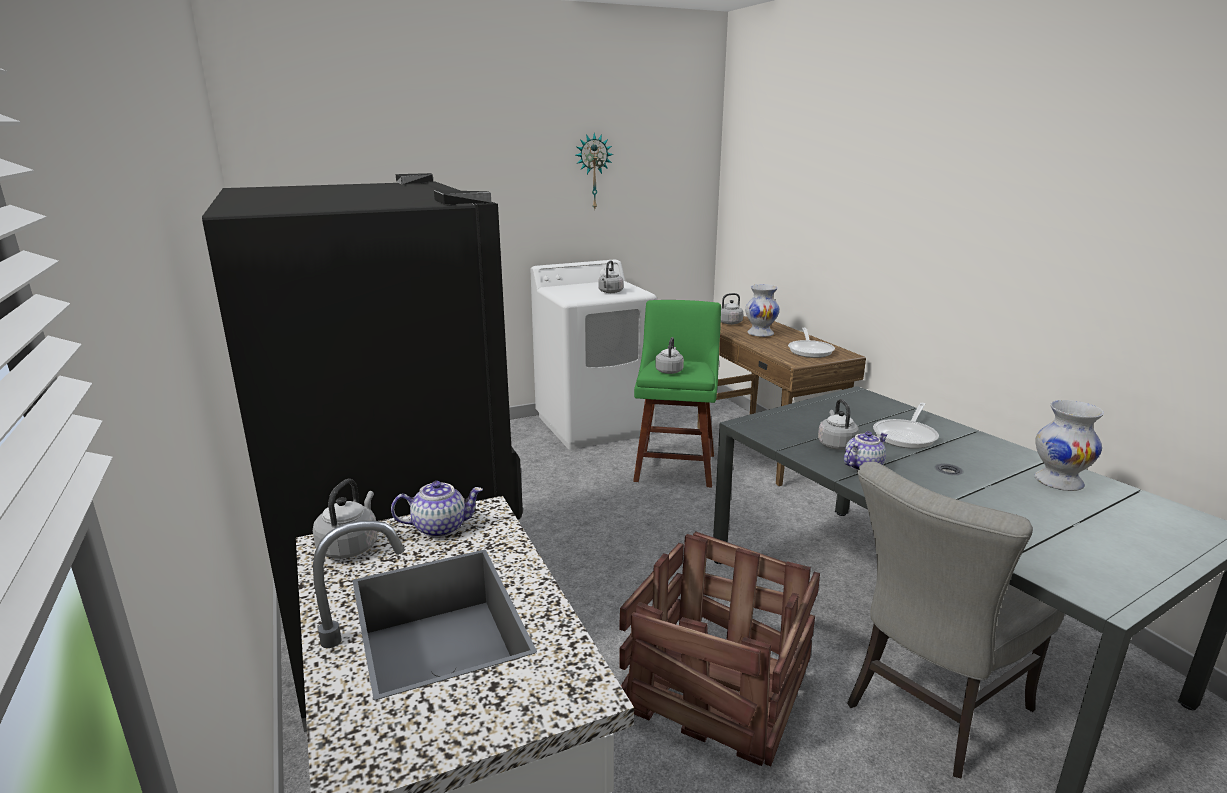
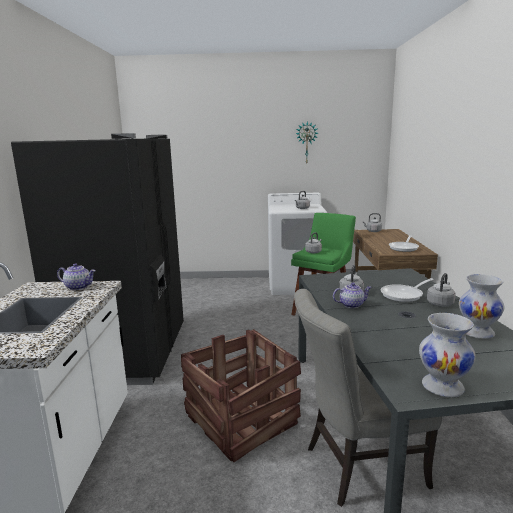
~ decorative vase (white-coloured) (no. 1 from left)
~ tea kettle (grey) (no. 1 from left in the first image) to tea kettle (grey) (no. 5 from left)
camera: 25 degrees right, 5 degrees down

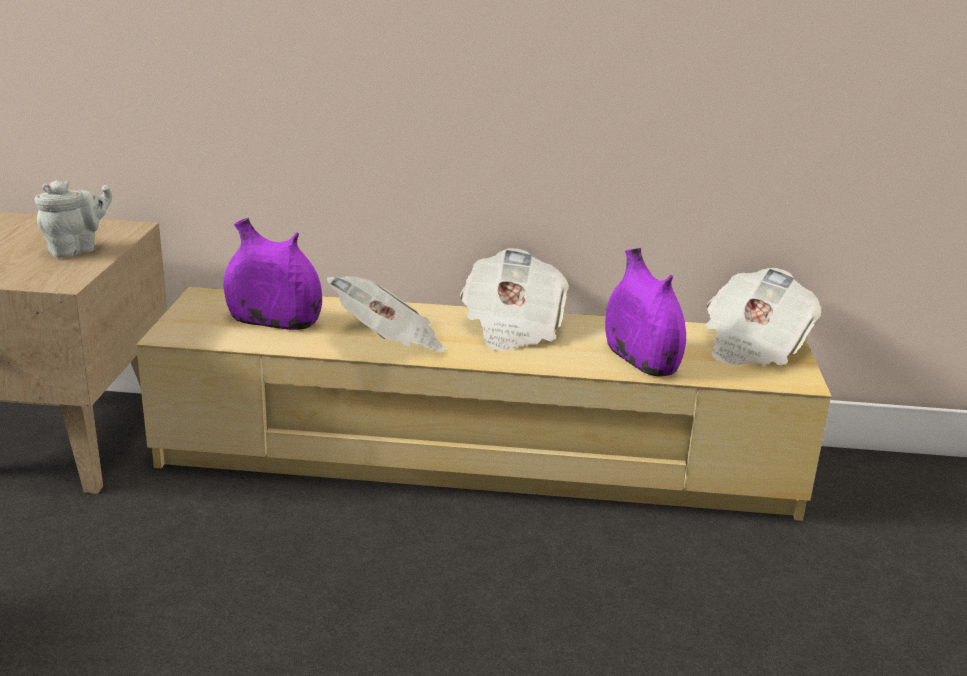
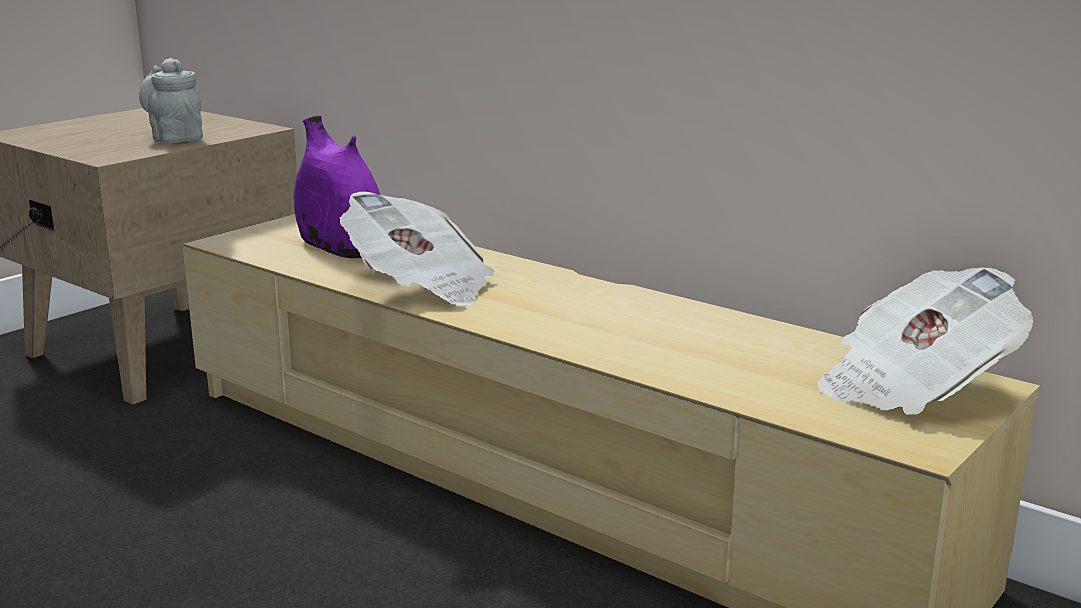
~ tea pot (grey) 120 degrees counterclockwise
- daily paper (no. 2 from left)
- decorative vase (purple) (no. 2 from left)
camera: 35 degrees right, 5 degrees down

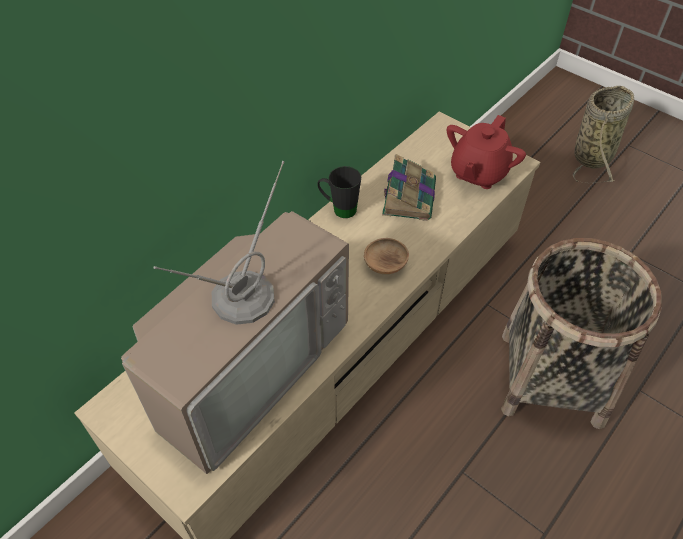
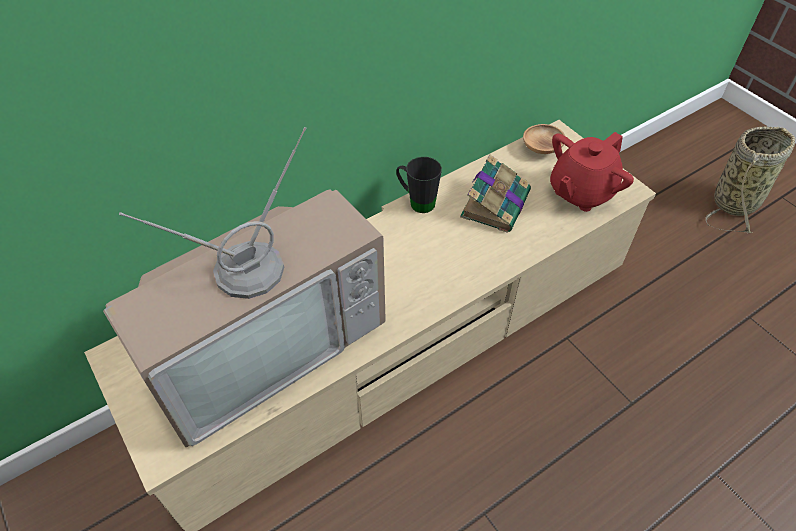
~ bowl (brown)
- basket (no. 1 from left)
camera: 15 degrees right, 0 degrees up

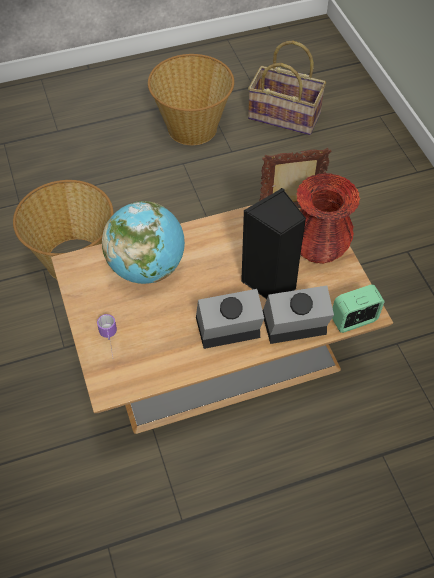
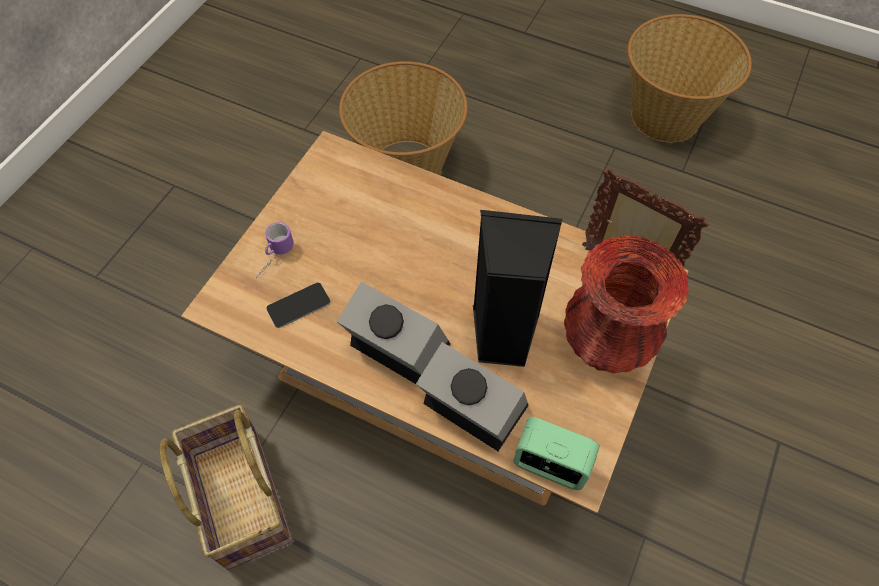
~ basket (no. 3 from left in the first image) to basket (no. 1 from left)
+ handset
- globe
camera: 45 degrees right, 5 degrees up

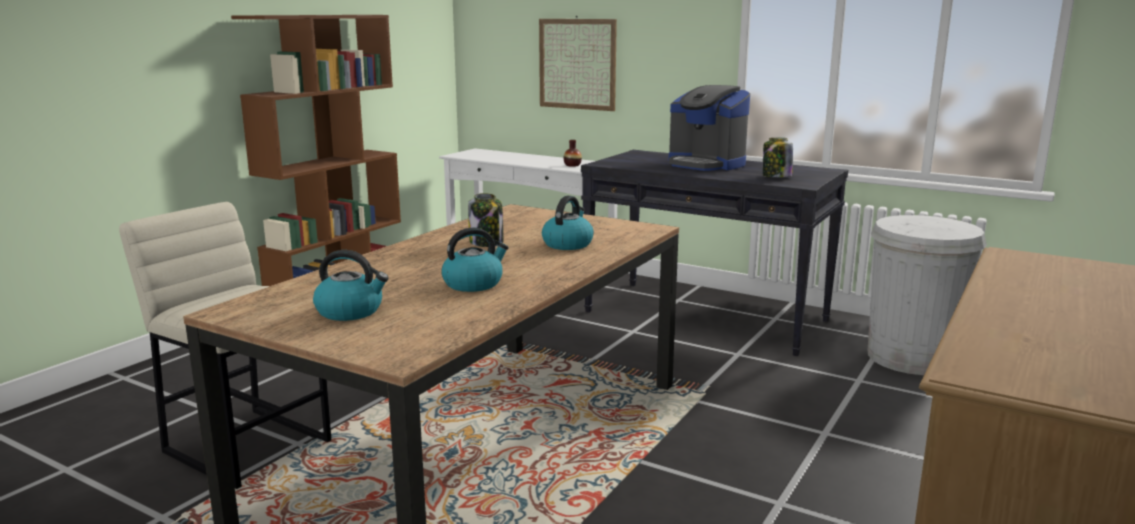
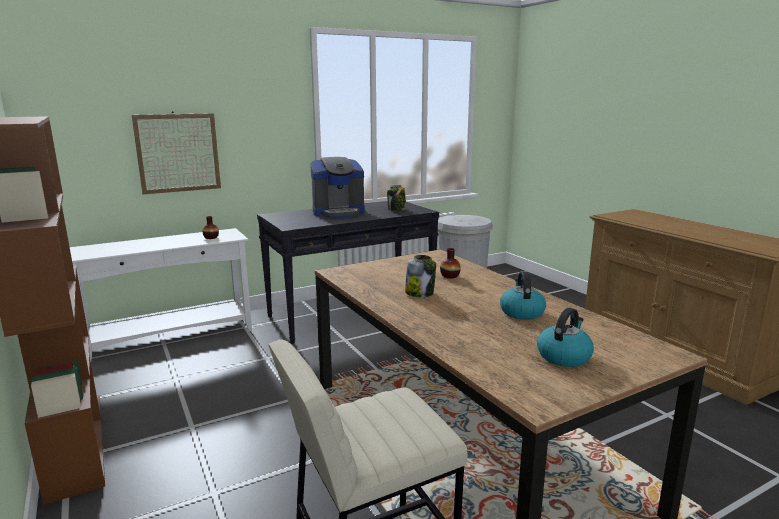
~ tea kettle (no. 3 from left) to decorative vase (no. 2 from left)
camera: 60 degrees left, 0 degrees up

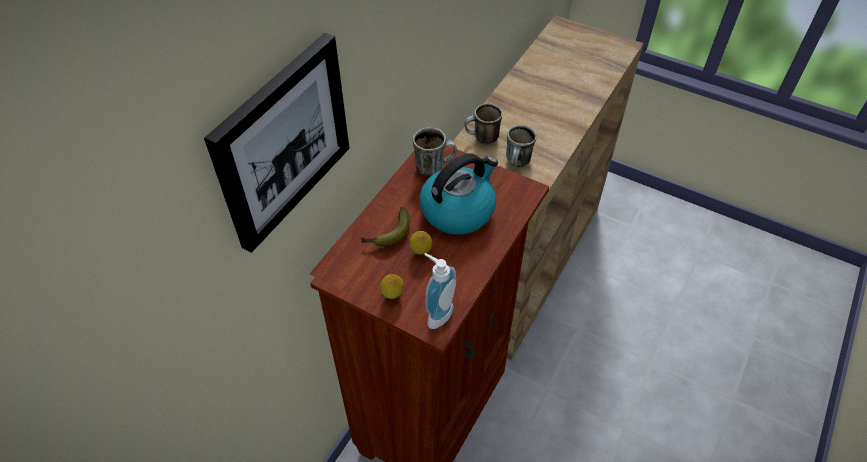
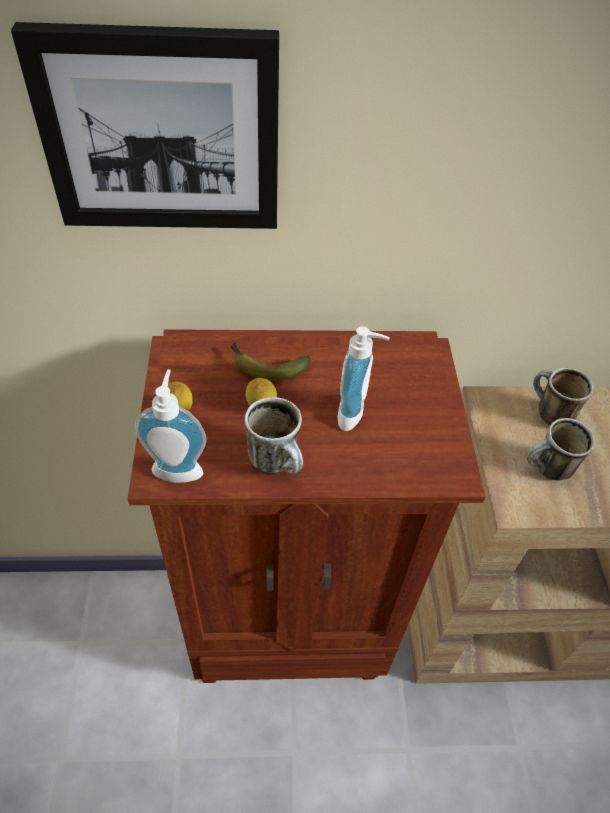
~ coffee mug (no. 1 from left)
~ tea kettle to soap bottle (no. 2 from left)
camera: 55 degrees right, 0 degrees up

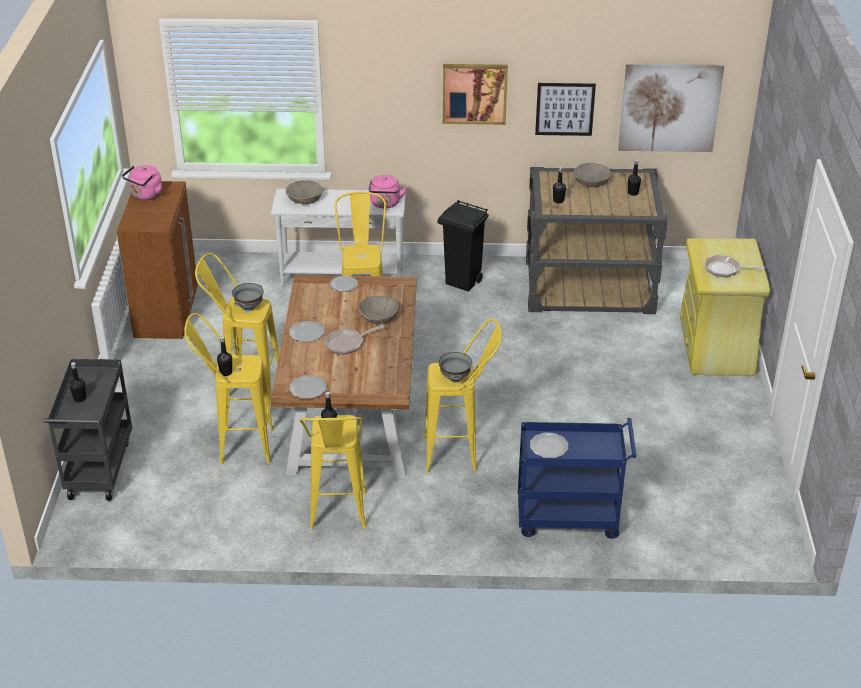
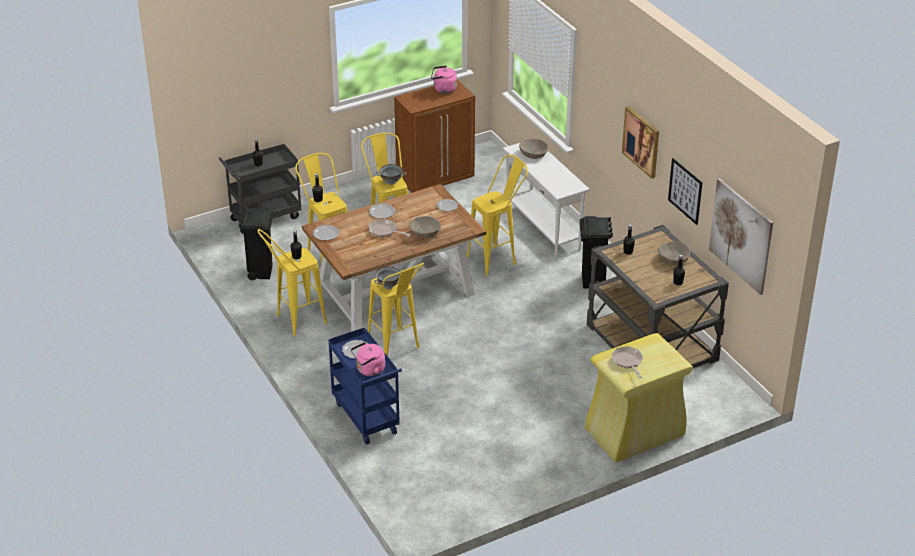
+ trash can (black) (no. 1 from left)
~ tea kettle (pinkish) (no. 2 from left in the first image) to tea kettle (pinkish) (no. 1 from left)
camera: 60 degrees right, 0 degrees up

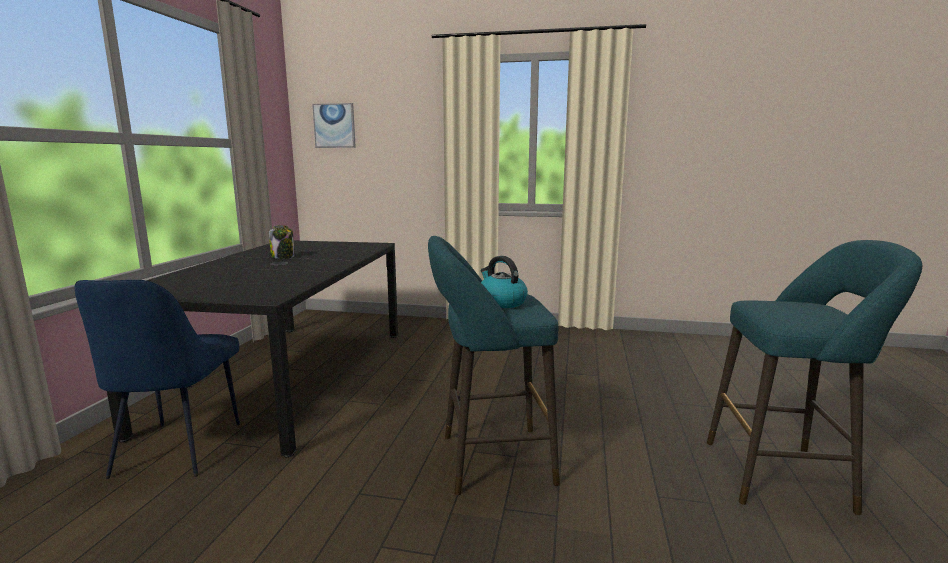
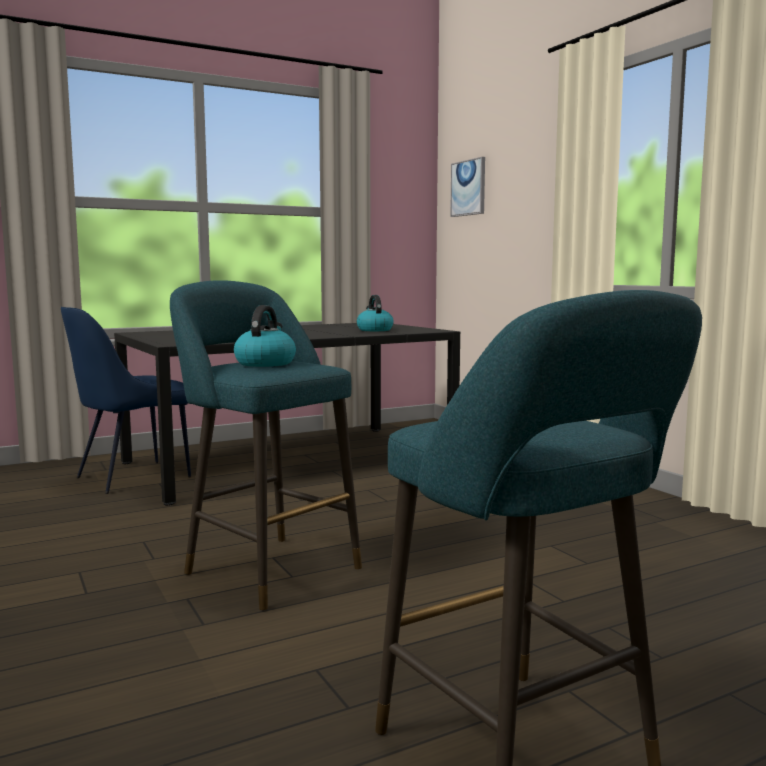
+ tea kettle (no. 2 from left)
- storage jar
camera: 50 degrees right, 5 degrees down

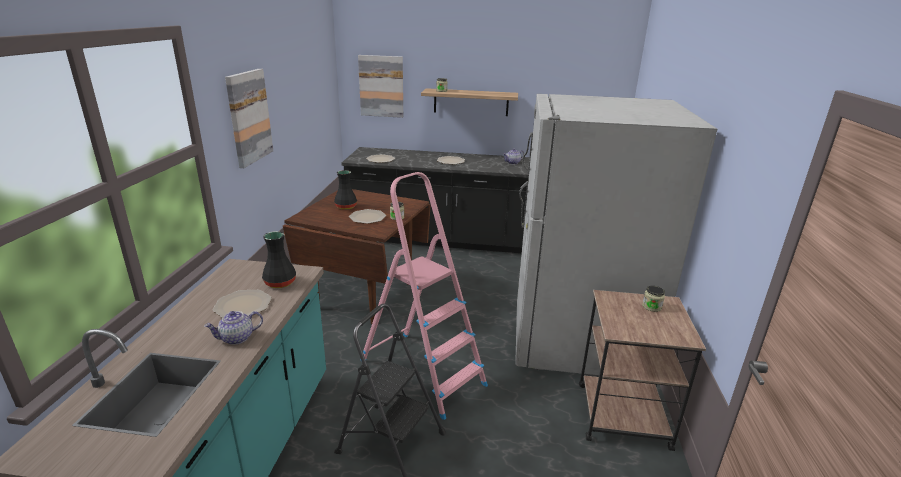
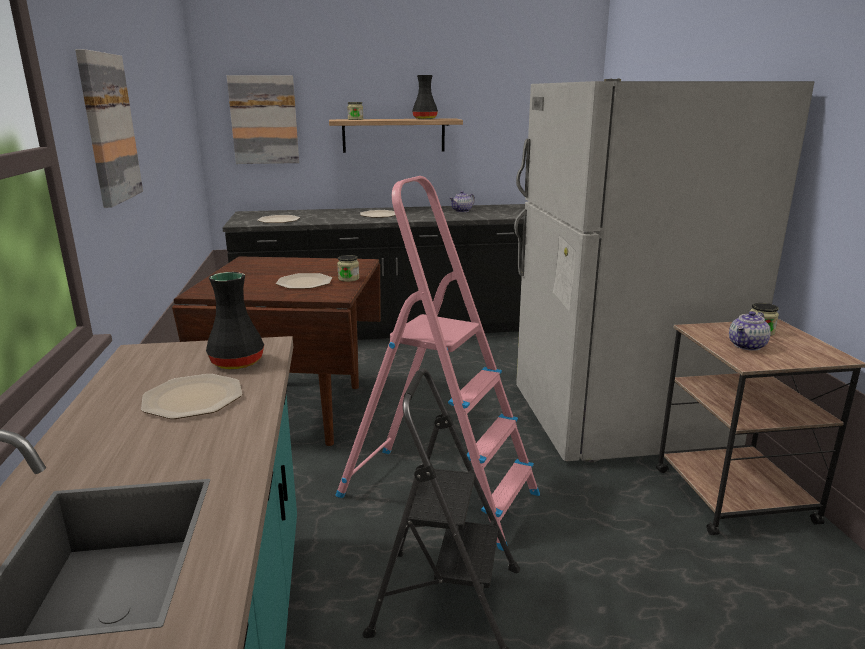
~ decorative vase (black) (no. 2 from left)
~ tea pot (no. 1 from left in the first image) to tea pot (no. 2 from left)
camera: 15 degrees left, 5 degrees down

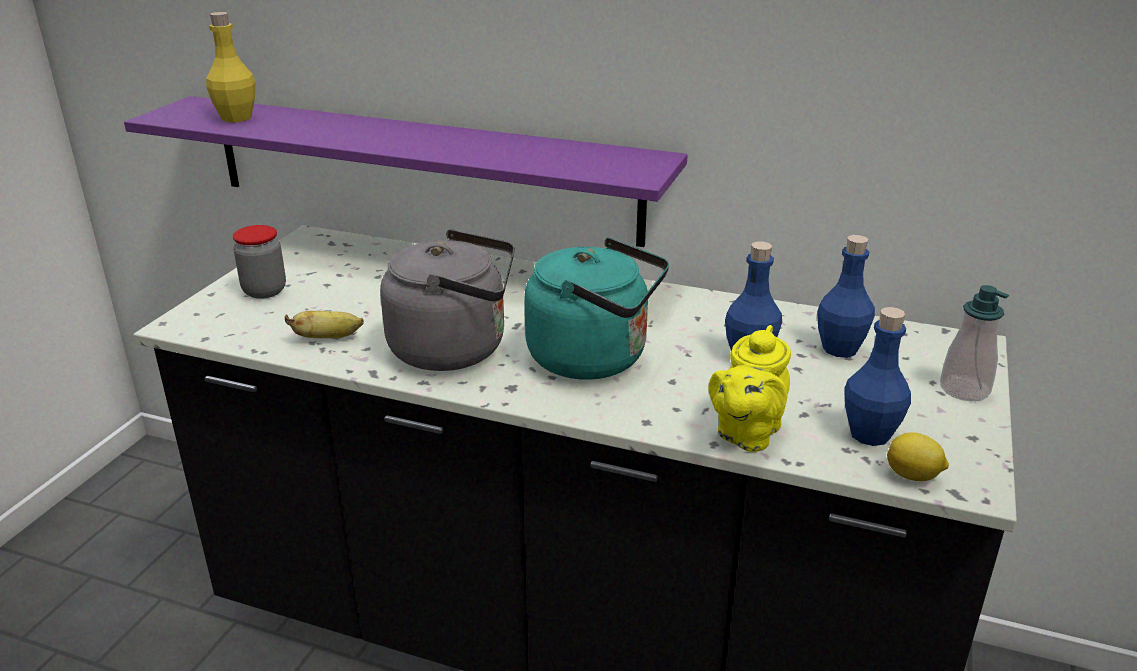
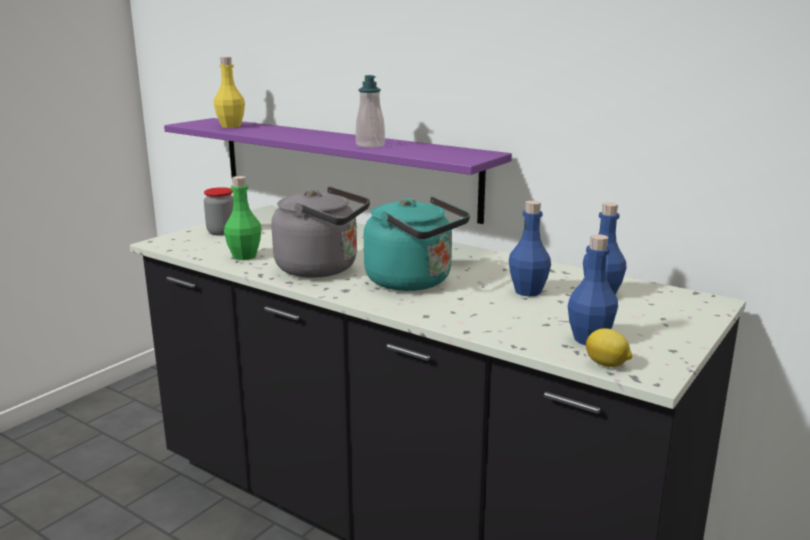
~ banana to beverage bottle (greenish)
~ soap bottle
- tea pot (yellow)
camera: 15 degrees right, 10 degrees down

